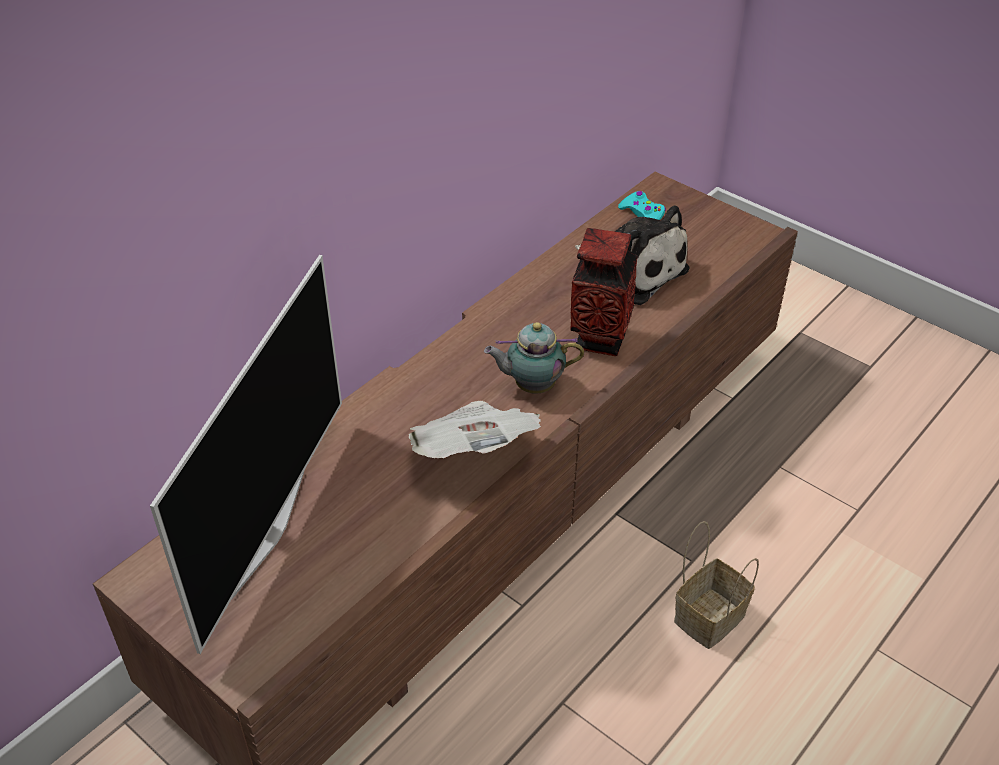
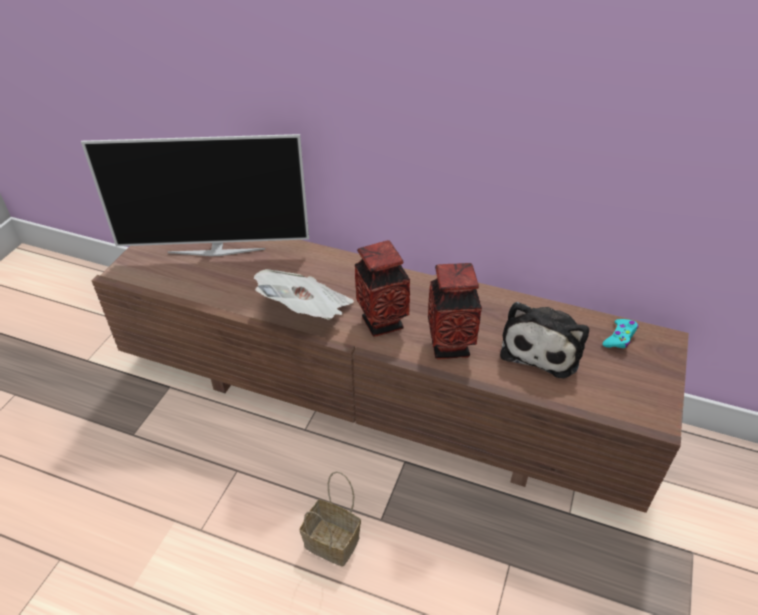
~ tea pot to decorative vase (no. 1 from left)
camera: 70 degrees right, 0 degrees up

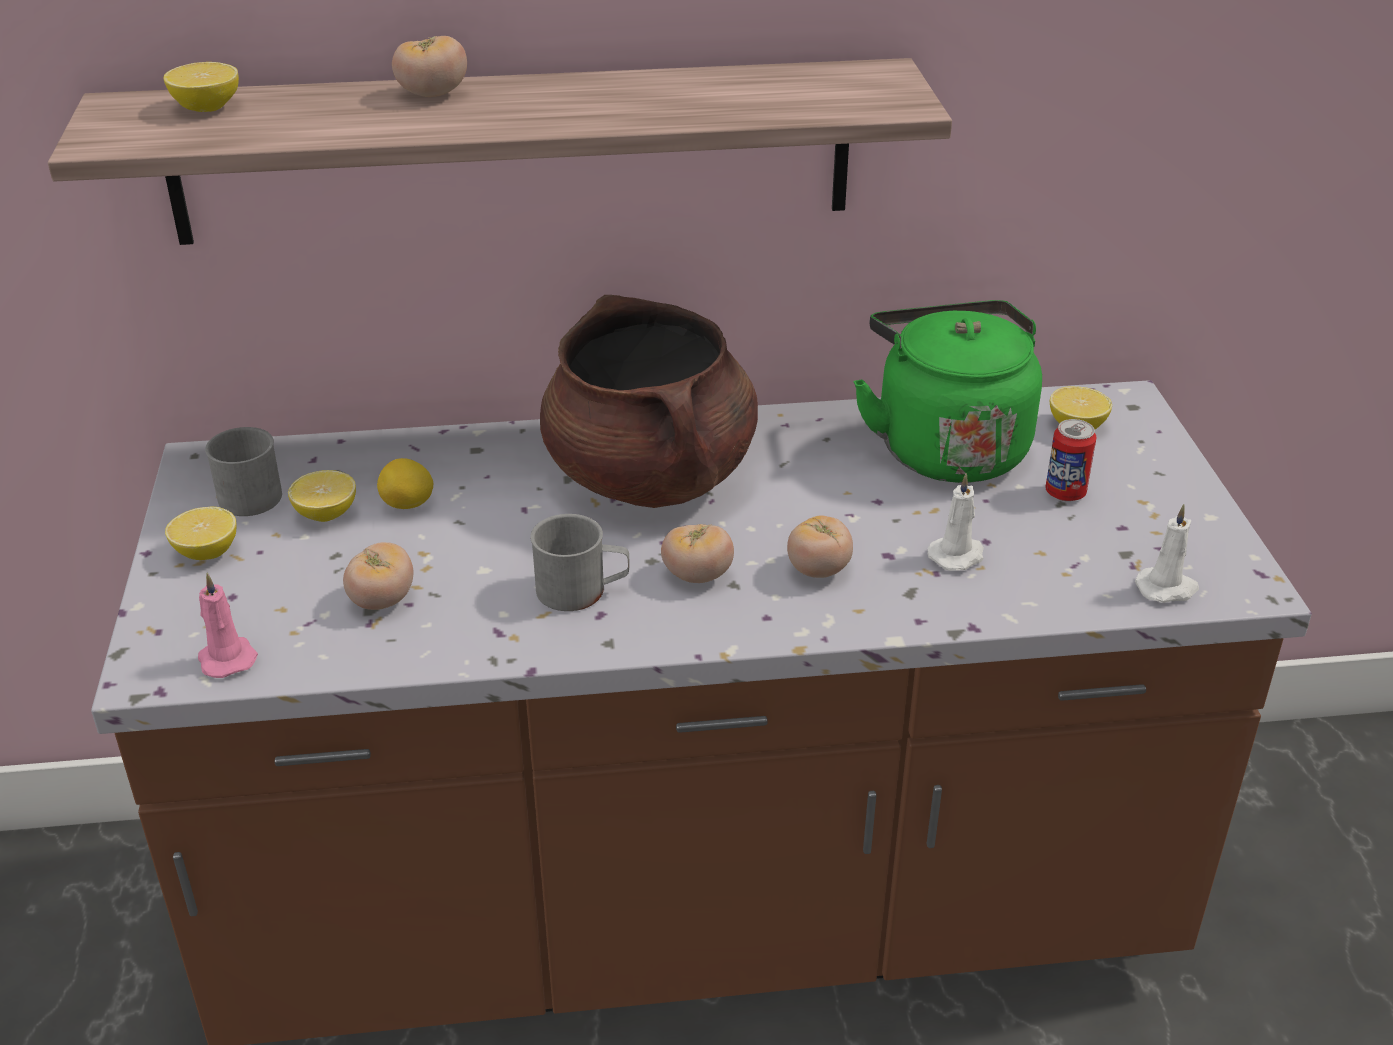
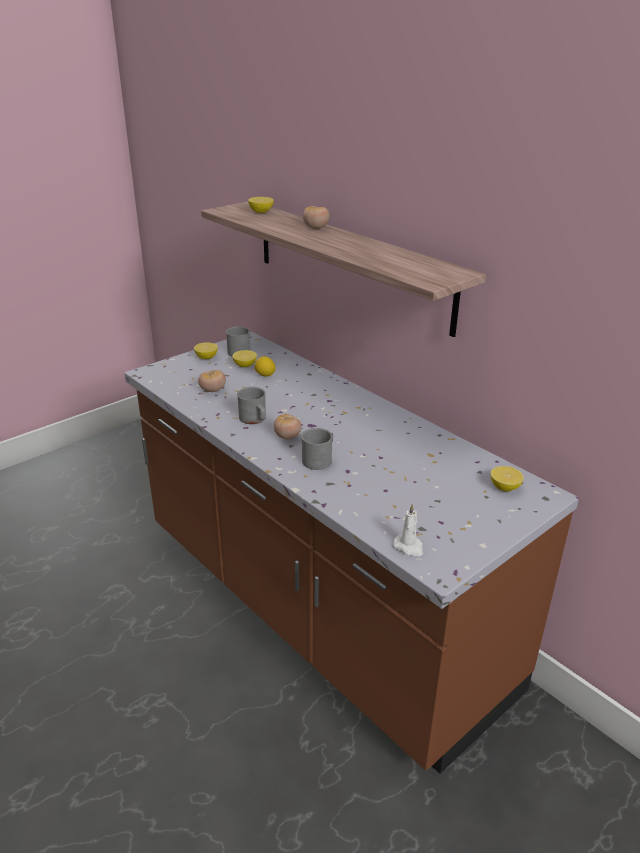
~ fresh tomato (no. 4 from left) to coffee mug (grey) (no. 3 from left)
- wax light (pinkish)
- stockpot (brown)
- tea kettle (greenish)
- wax light (white-coloured) (no. 1 from left)
- metal can
camera: 55 degrees right, 5 degrees down

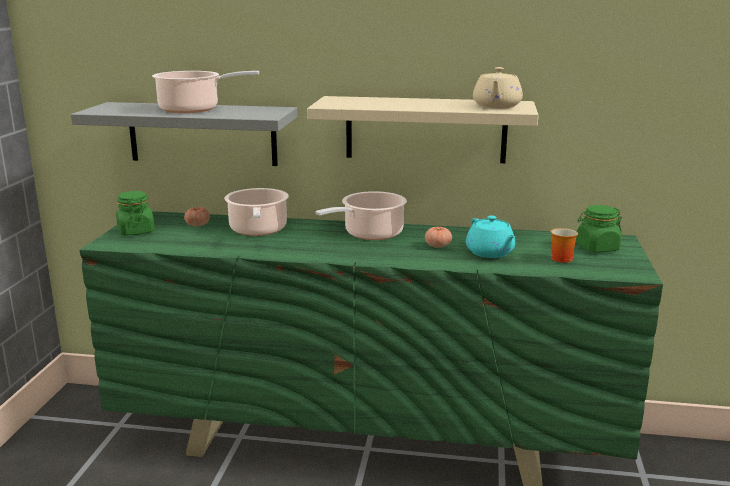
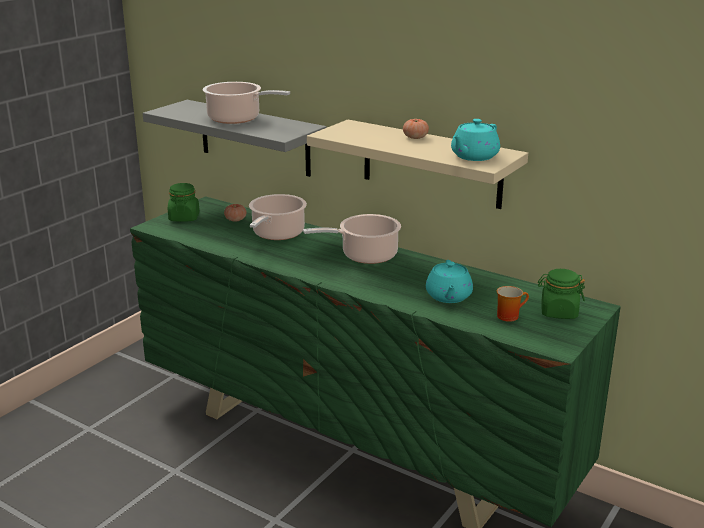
~ fresh tomato (no. 2 from left)
~ tea pot (sand-coloured) to tea pot (turquoise) (no. 2 from left)
camera: 25 degrees right, 5 degrees up

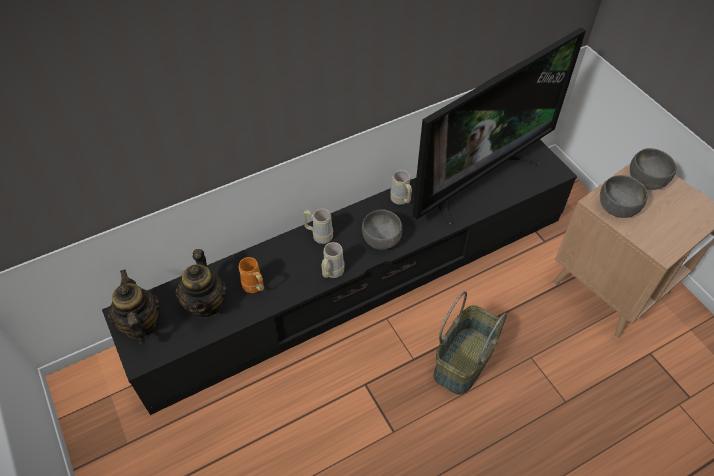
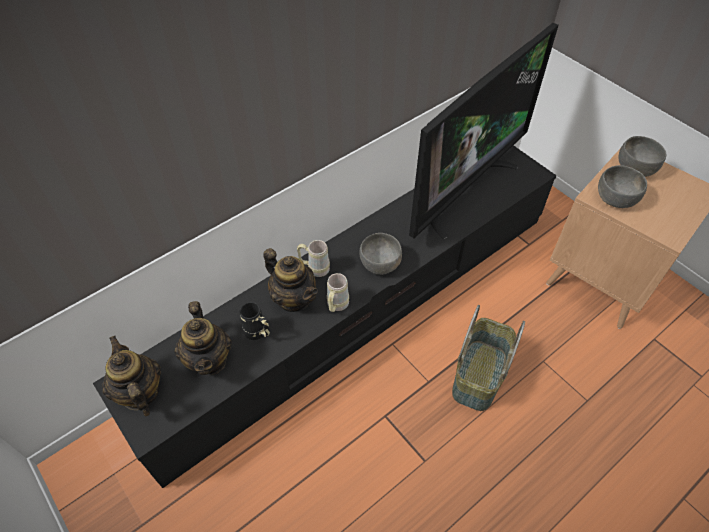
~ coffee mug (orange-coloured) to coffee mug (black)
+ tea pot (no. 3 from left)
- coffee mug (sand-coloured) (no. 3 from left)
camera: 10 degrees left, 0 degrees up

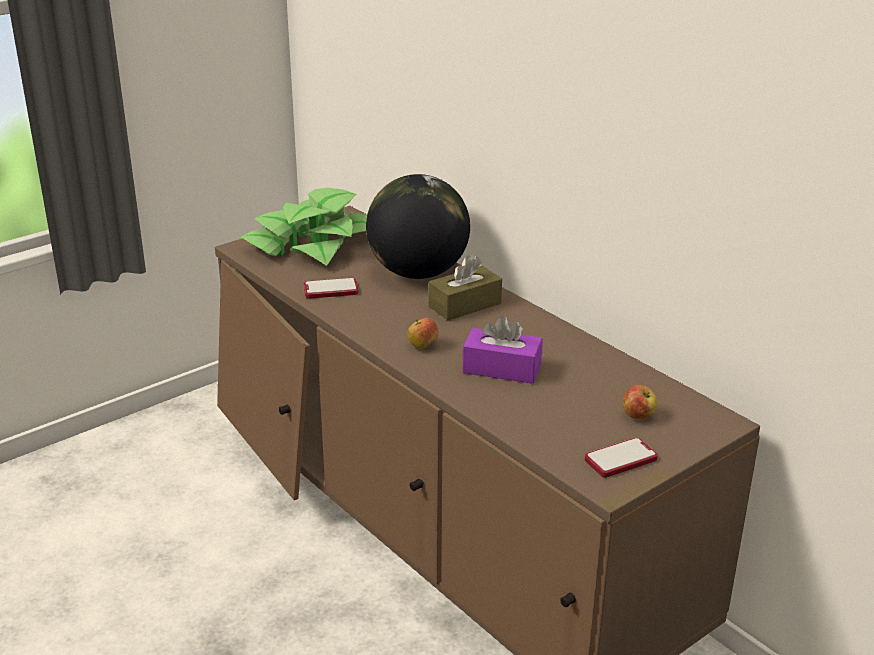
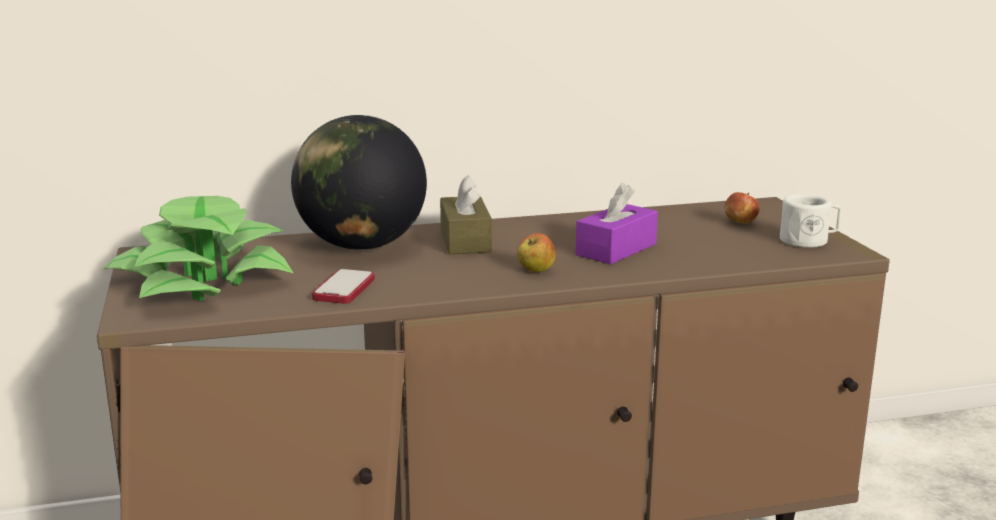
~ handset (no. 2 from left) to coffee mug (white-coloured)
camera: 65 degrees left, 10 degrees down

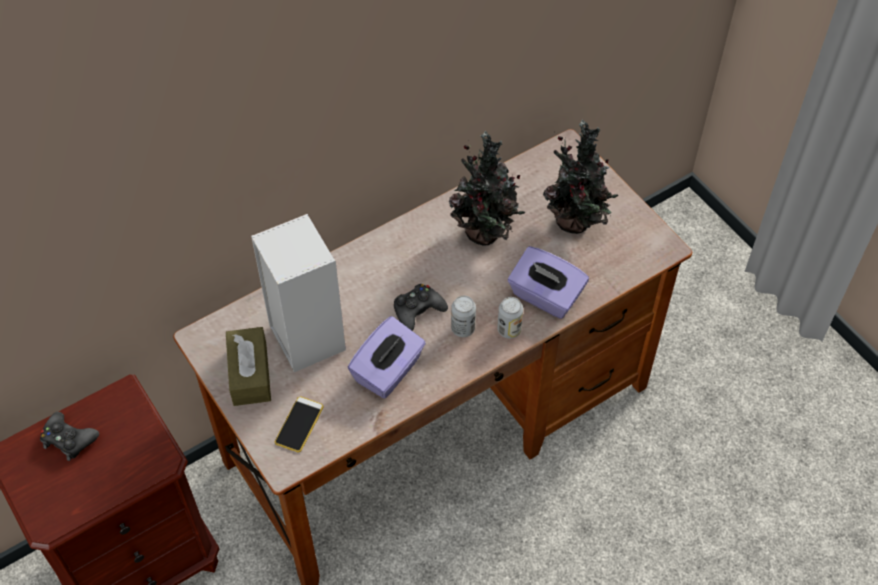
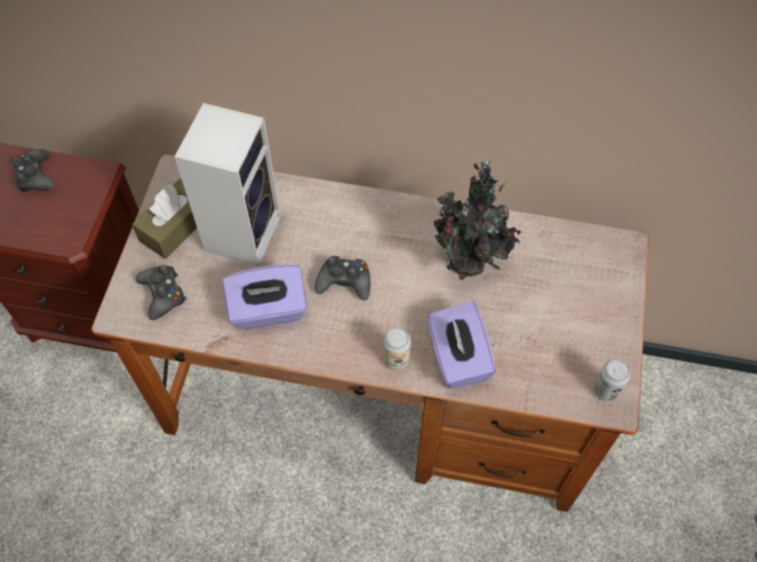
~ handset to game controller (black) (no. 2 from left)
~ metal can (no. 1 from left in the first image) to metal can (no. 2 from left)
- houseplant (no. 2 from left)
camera: 45 degrees right, 5 degrees up

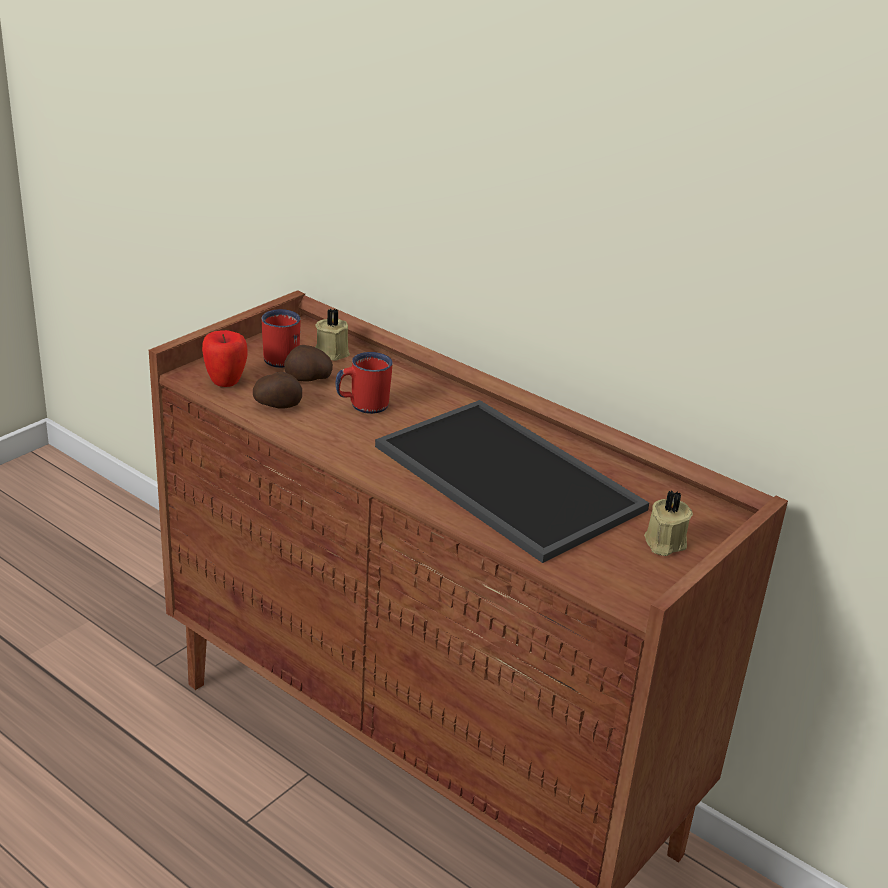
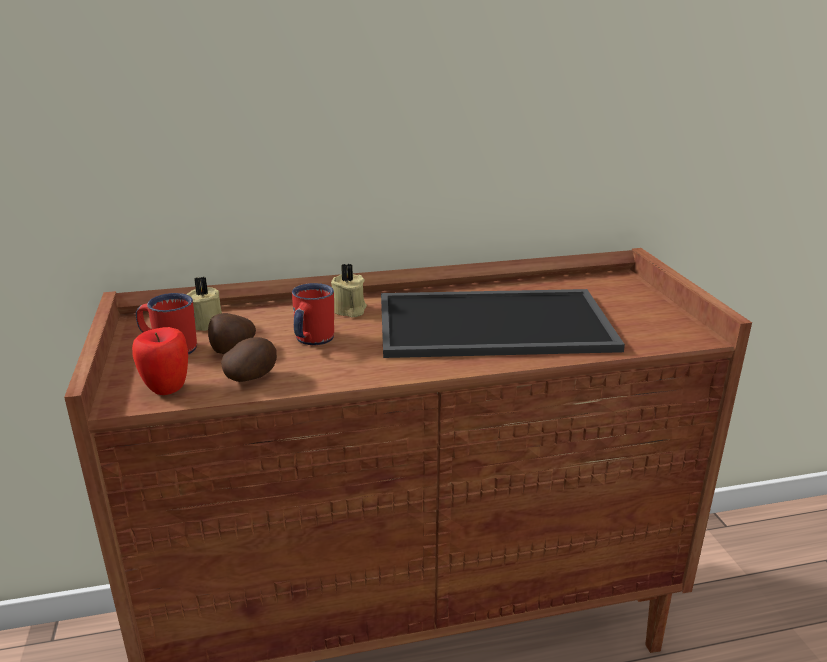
~ wax light (sand-coloured) (no. 2 from left)
camera: 50 degrees left, 5 degrees down

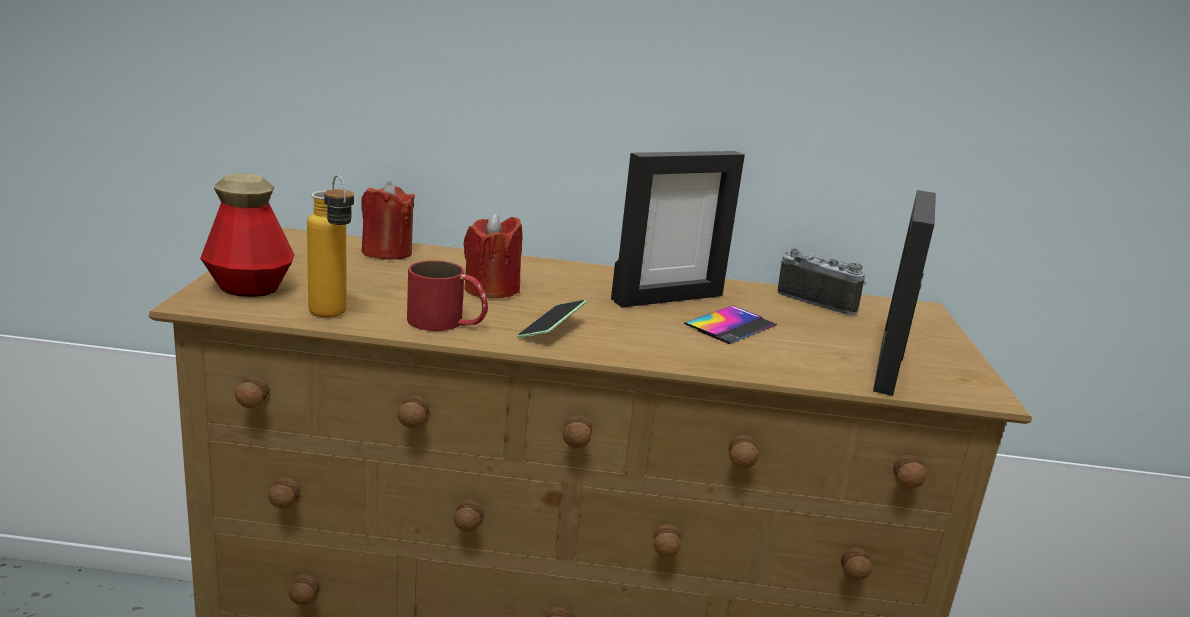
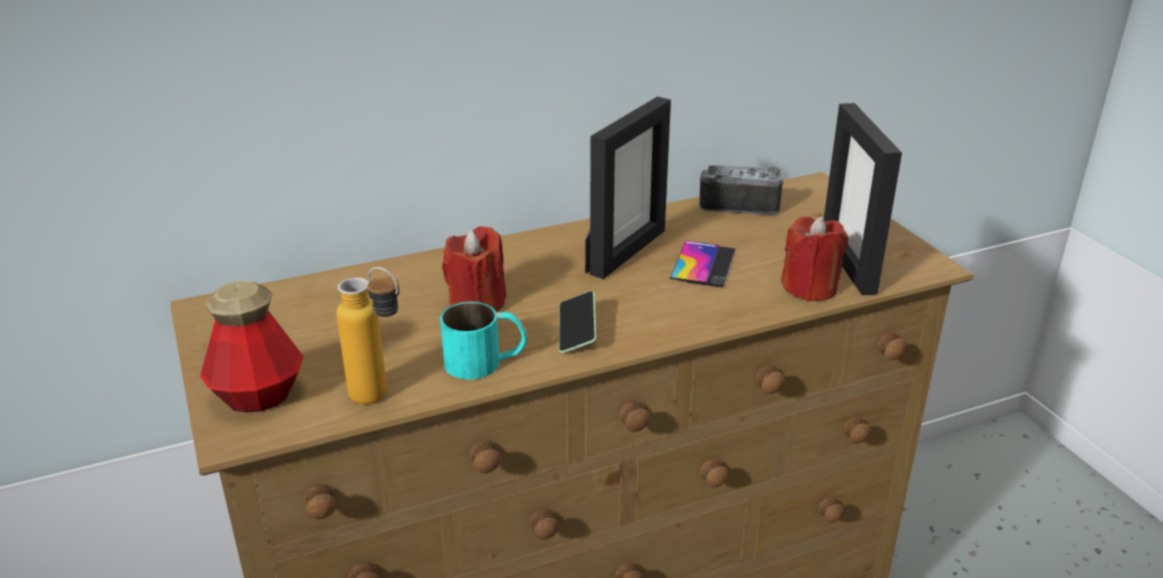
~ coffee mug (reddish) to coffee mug (turquoise)
~ wax light (reddish) (no. 1 from left in the first image) to wax light (reddish) (no. 2 from left)
camera: 25 degrees left, 10 degrees up

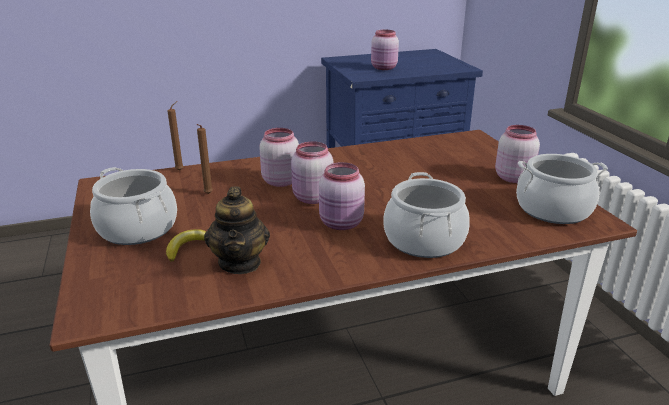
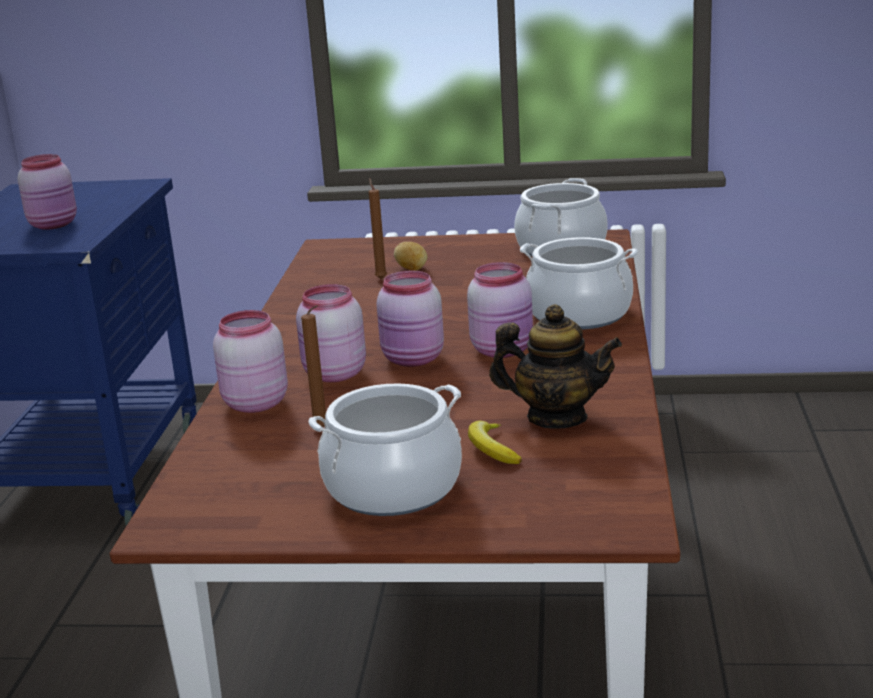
~ storage jar (pinkish) (no. 5 from left in the first image) to storage jar (pinkish) (no. 2 from left)
~ wax light (brown) (no. 1 from left in the first image) to wax light (brown) (no. 2 from left)
+ spud
camera: 65 degrees left, 5 degrees down

